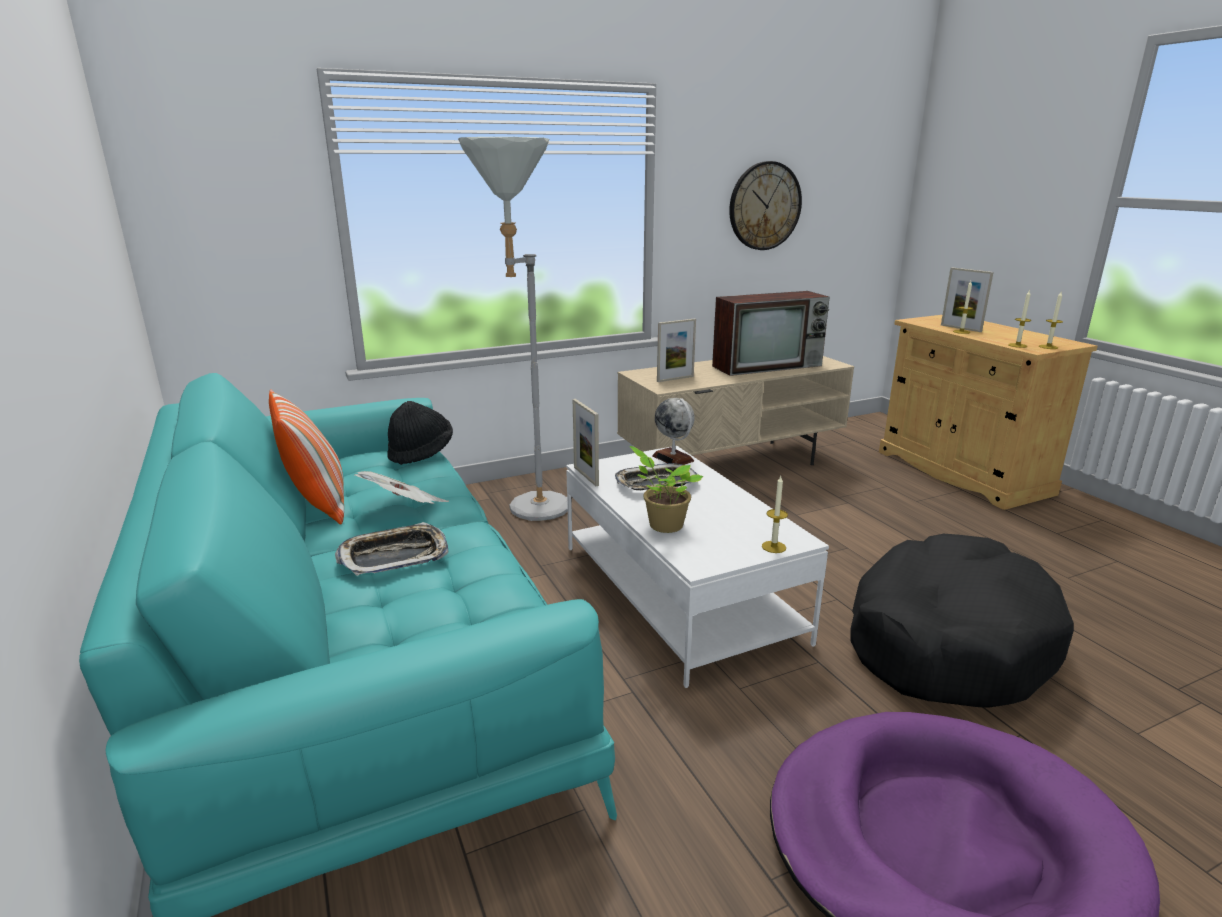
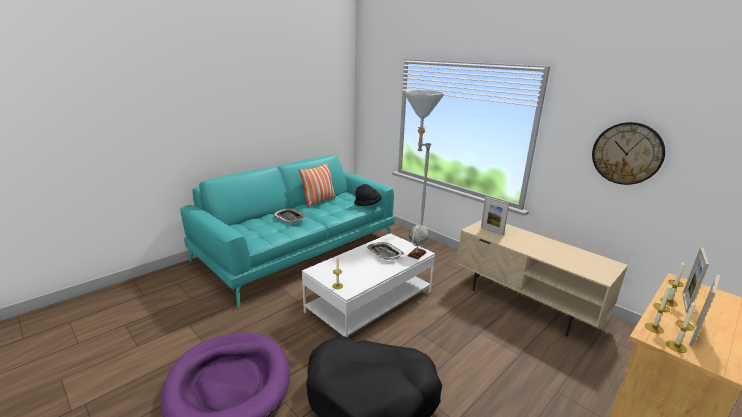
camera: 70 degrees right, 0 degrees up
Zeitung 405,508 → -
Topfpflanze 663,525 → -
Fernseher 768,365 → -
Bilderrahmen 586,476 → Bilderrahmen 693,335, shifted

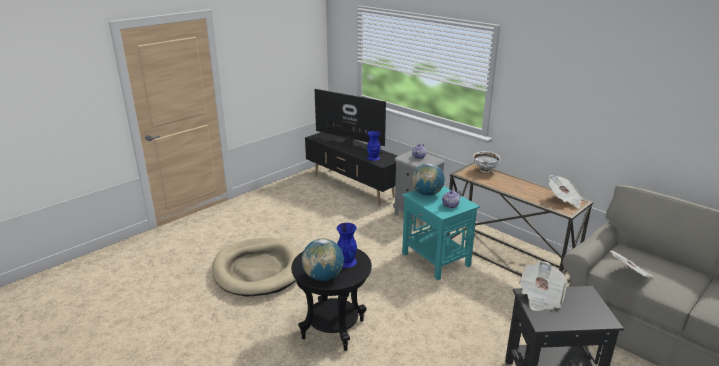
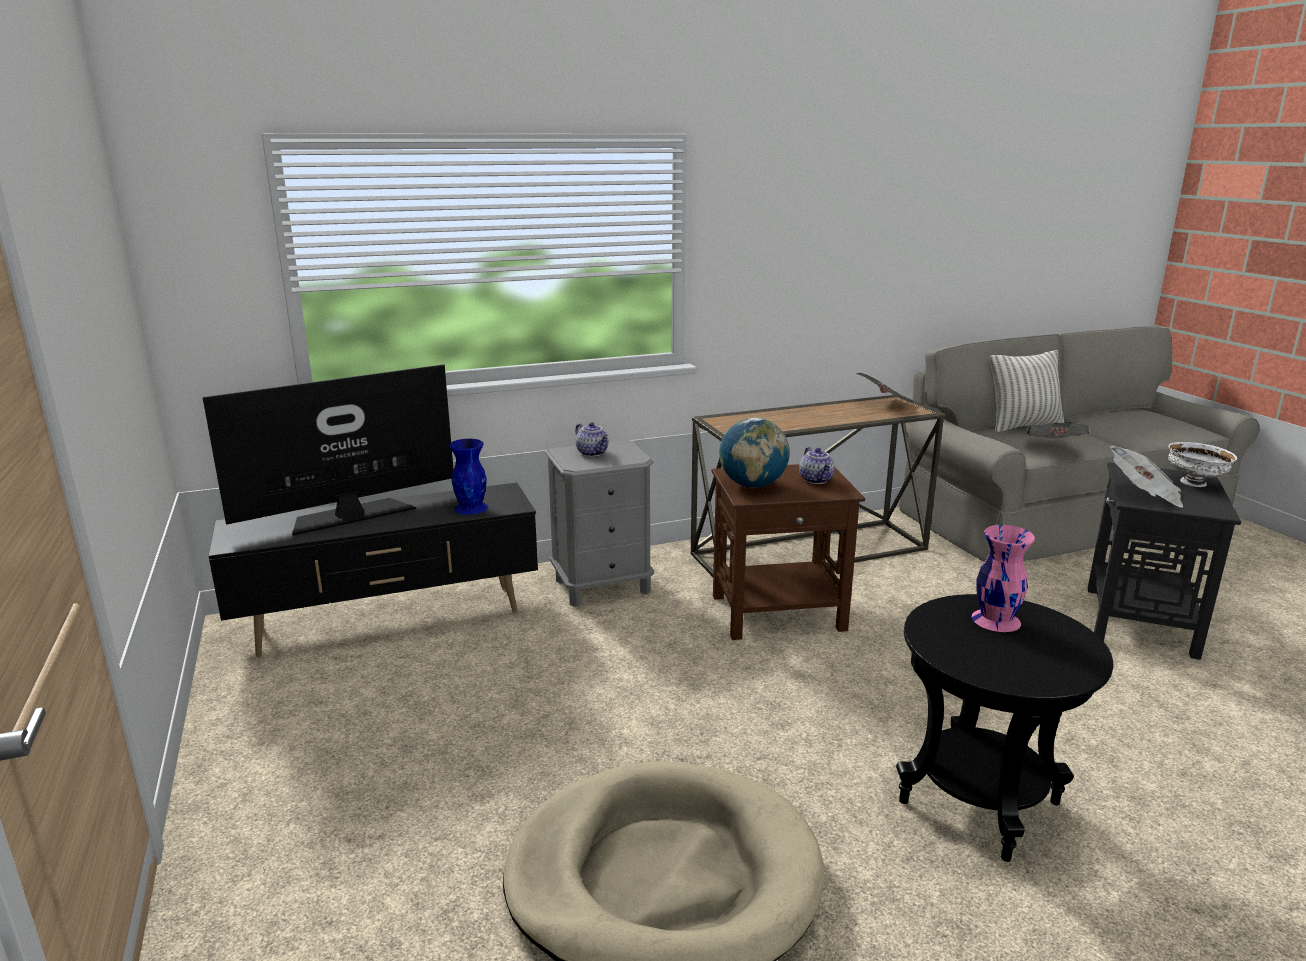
camera: 65 degrees left, 5 degrees down
Globus 323,277 → -
- → Kissen 1022,426
Schüssel [weiß] 485,170 → Schüssel [weiß] 1194,483, shifted
Vase [blau] 347,261 → Vase [rosa] 995,619
Beistelltisch [türkis] 436,260 → Beistelltisch [braun] 779,612

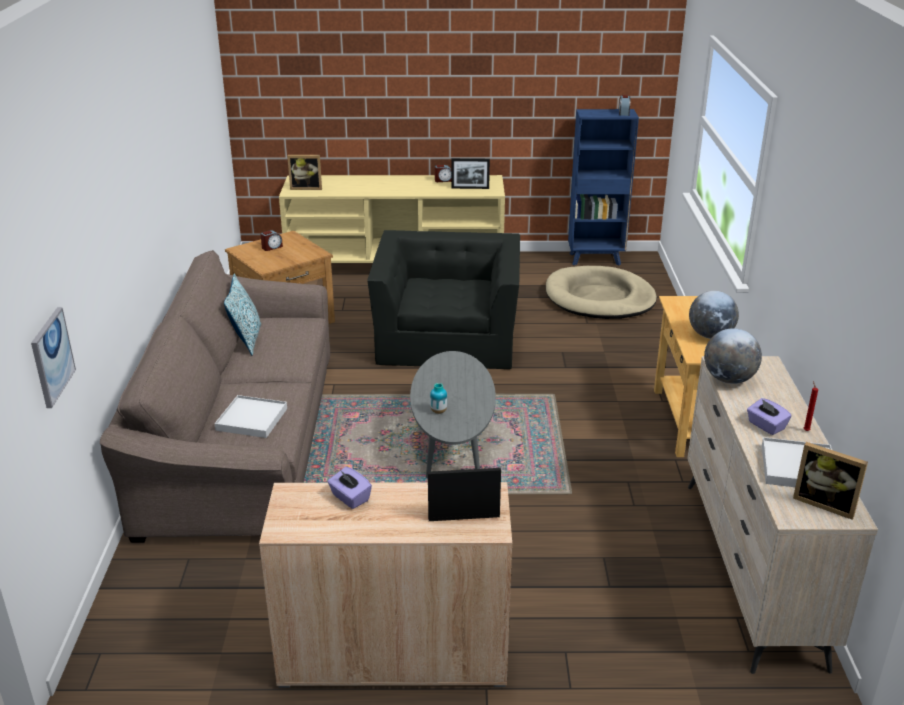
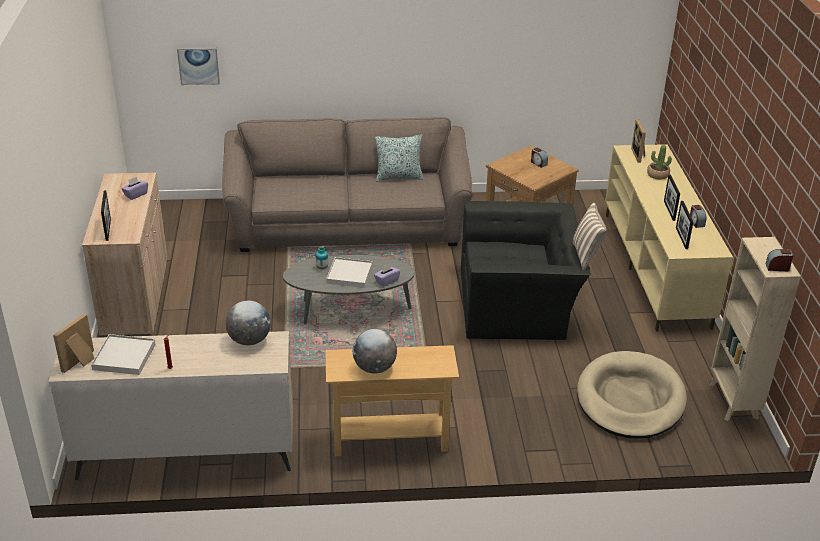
camera: 85 degrees right, 5 degrees up
- → Kissen 586,256
- → Topfpflanze 657,175
- → Bilderrahmen 669,210
Tablett [weiß] 252,419 → Tablett [weiß] 349,274, shifted
Taschentuchbox [lila] 766,426 → Taschentuchbox [lila] 386,281, shifted
Bücherregal [blau] 596,259 → Bücherregal [beige] 733,402

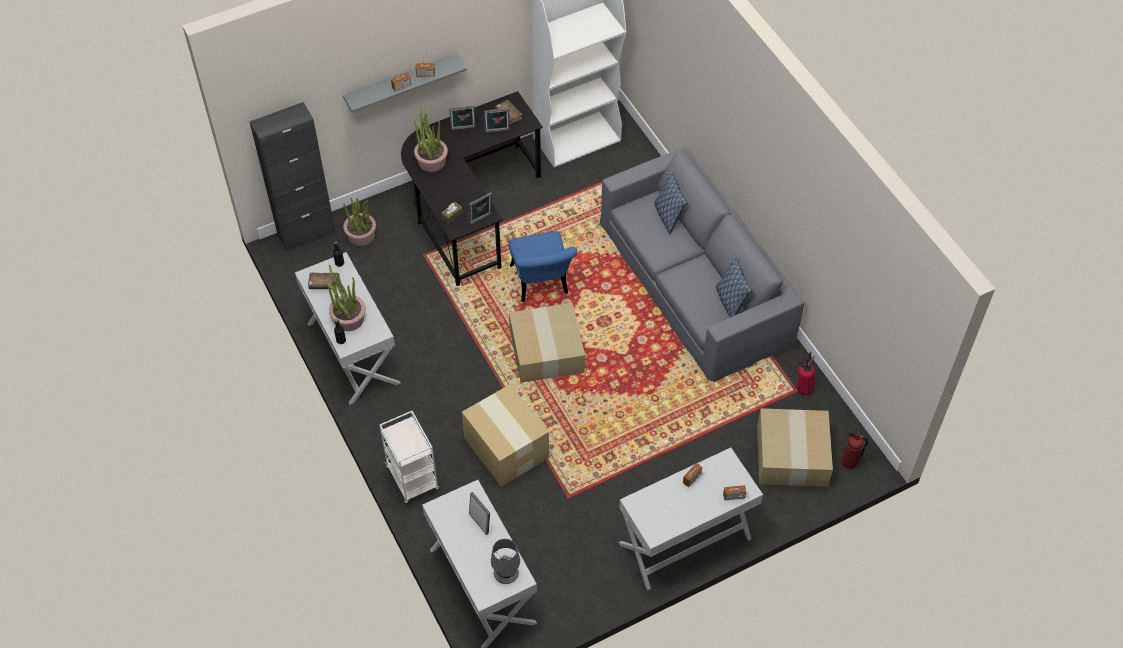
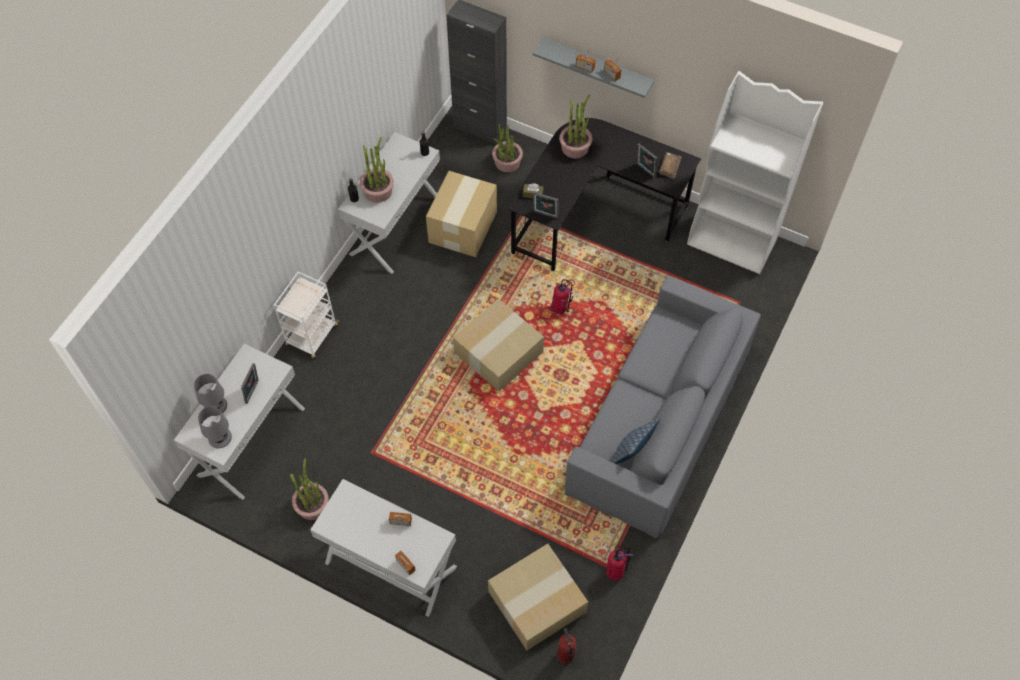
camera: 55 degrees right, 5 degrees up
Buch [braun] 323,283 → -
Bilderrahmen 463,129 → -
Kissen 668,216 → -
- → Tischlampe [grau] 216,405
- → Topfpflanze 312,505
Karton 506,447 → Karton 463,226, shifted
Stuhl [blau] 541,285 → Feuerlöscher 560,308

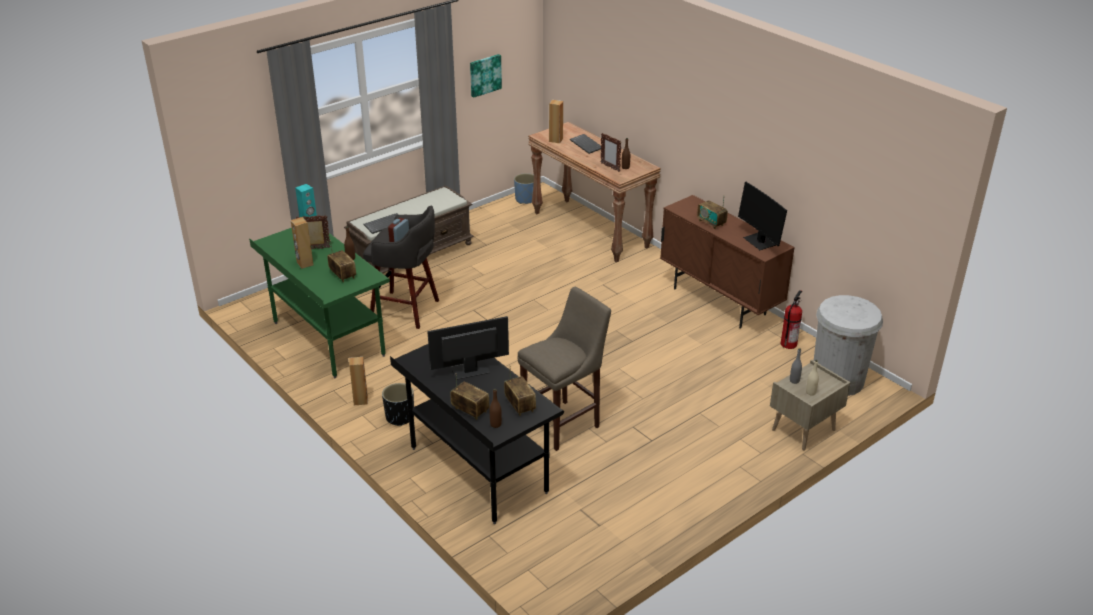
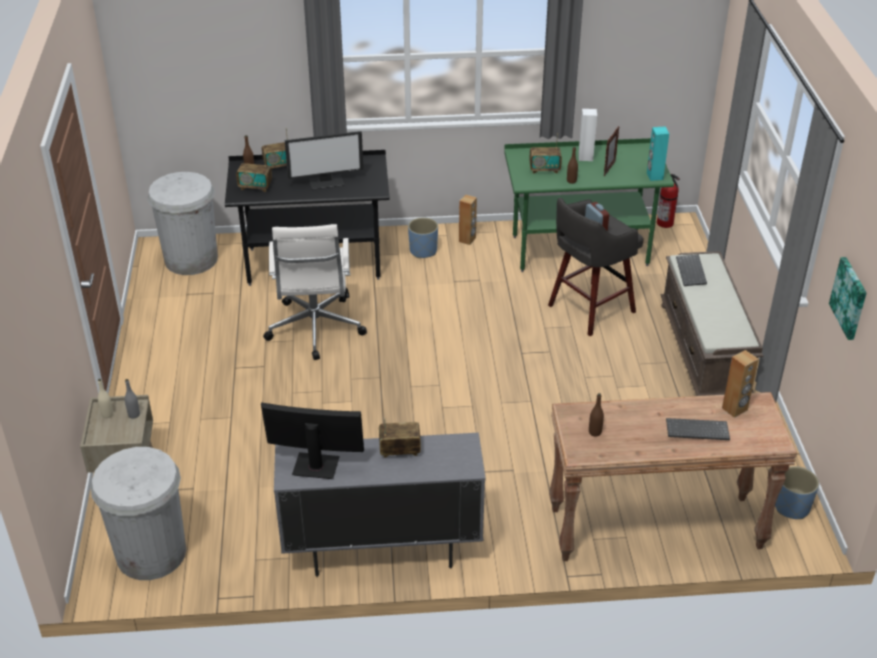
camera: 125 degrees right, 5 degrees up
Bilderrahmen 610,167 → -
- → Mülleimer [weiß] 191,259
Feuerlöscher 788,343 → Feuerlöscher 665,223, shifted
Hocker [beige] 564,424 → Bürostuhl [weiß] 315,329
Lautsprecher [braun] 304,264 → Lautsprecher [weiß] 585,157
Pflanzkübel [schwarz] 400,417 → Pflanzkübel [blau] 423,251
Schrank [braun] 719,301 → Schrank [grau] 382,551
Monitor 470,370 → Monitor 326,181, 60 degrees clockwise

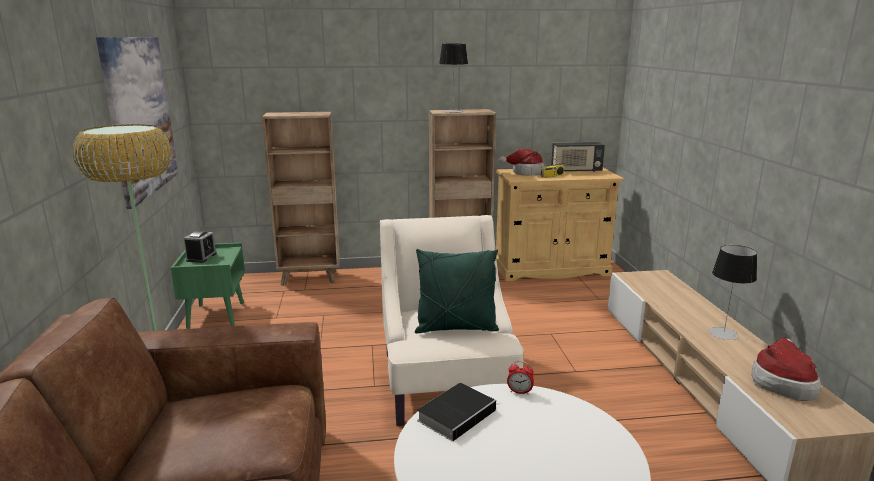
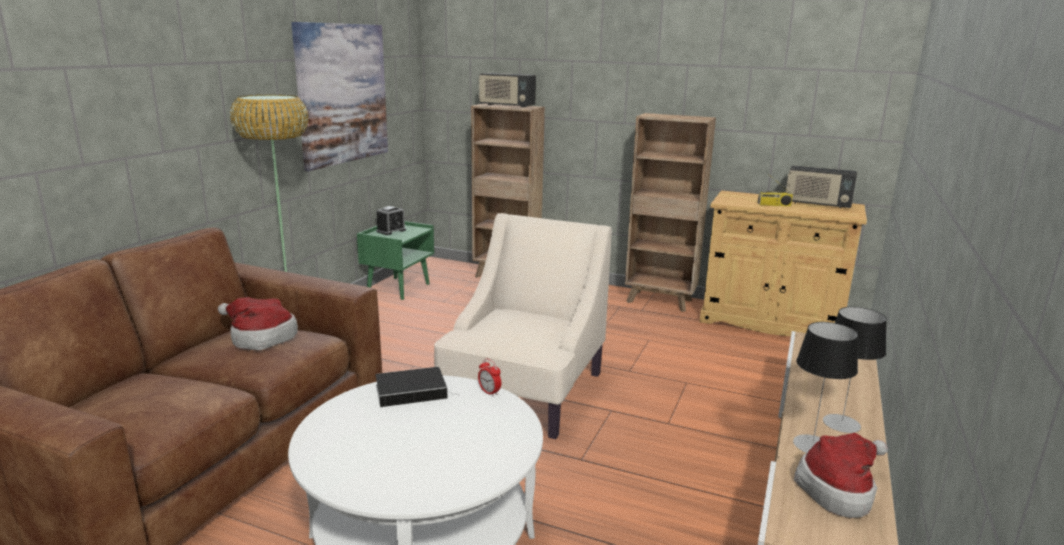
camera: 30 degrees right, 0 degrees up
Kissen [grün] 456,328 → -
- → Radio 506,106
Tischlampe 453,111 → Tischlampe 812,445, shifted
Hut 526,172 → Hut 260,338, shifted

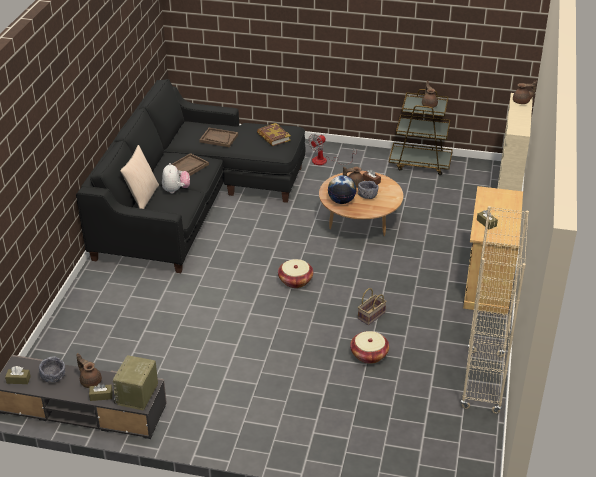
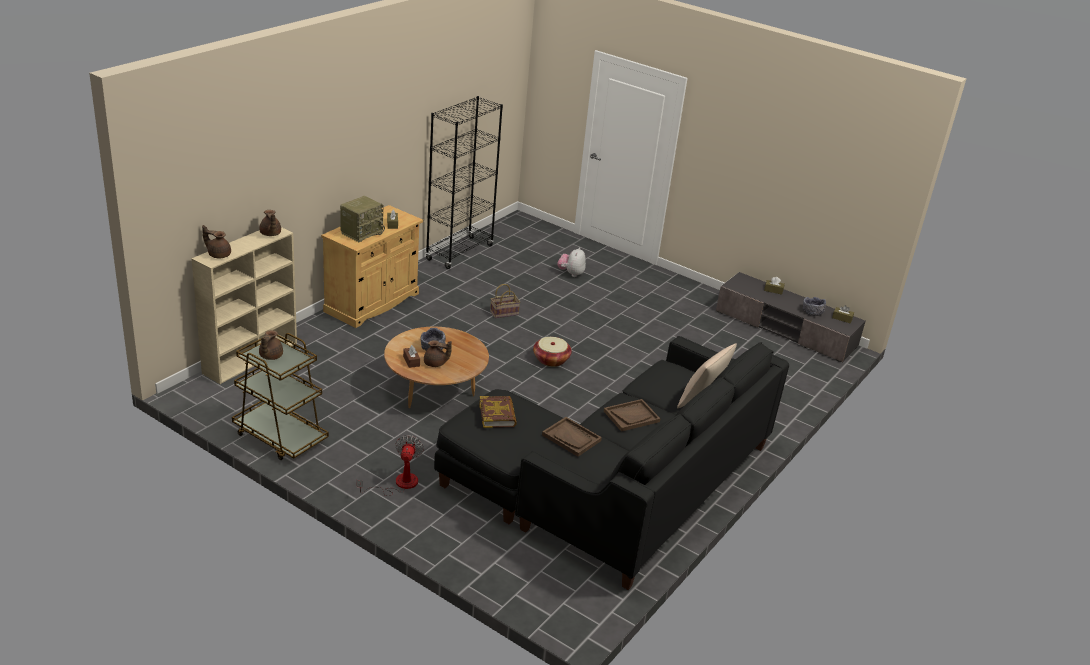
camera: 160 degrees left, 5 degrees down
Globus 341,201 → -
Korb 369,355 → -
Teekanne [braun] 90,381 → Teekanne [braun] 270,234, shifted
Radio 137,396 → Radio 362,232, shifted
Plüschtier 176,190 → Plüschtier 571,273, shifted
Bücherregal [beige] 483,382 → Bücherregal [schwarz] 459,253
Ventilator 325,161 → Ventilator 398,484, 60 degrees counterclockwise

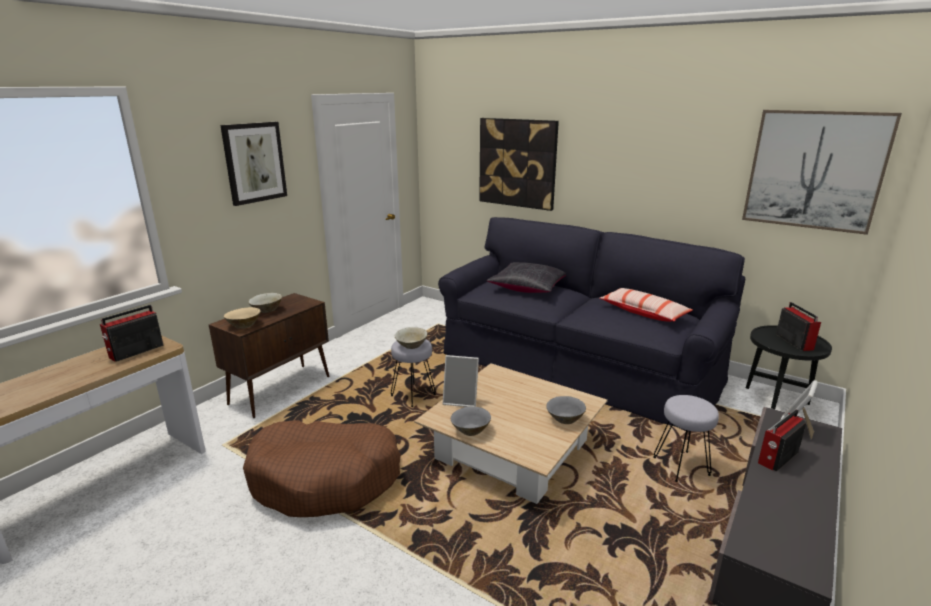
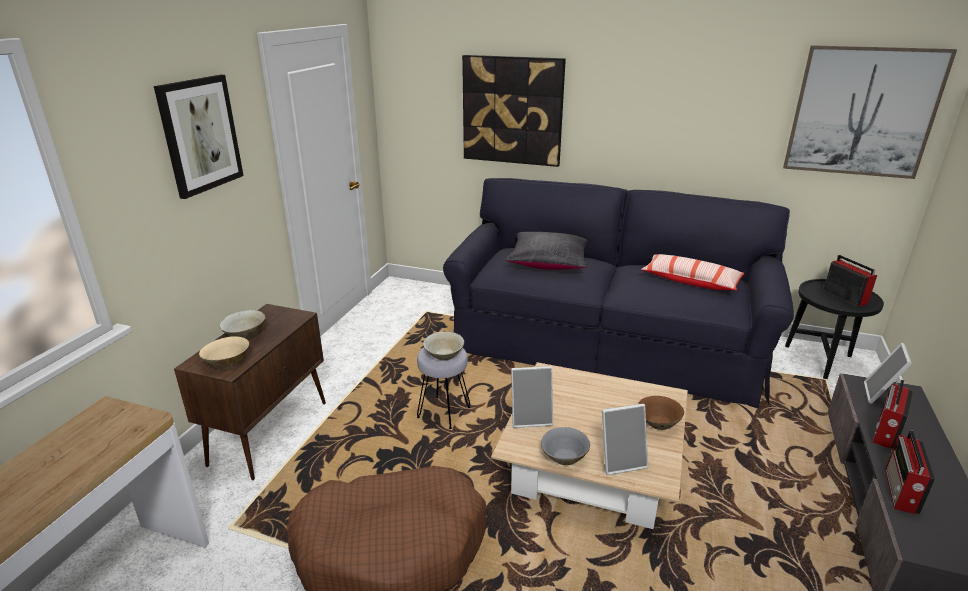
camera: 15 degrees left, 5 degrees up
Hocker [grau] 681,466 → -
- → Bilderrahmen 621,461
Radio 135,351 → Radio 900,492, shifted
Schüssel [grau] 565,419 → Schüssel [braun] 658,423

